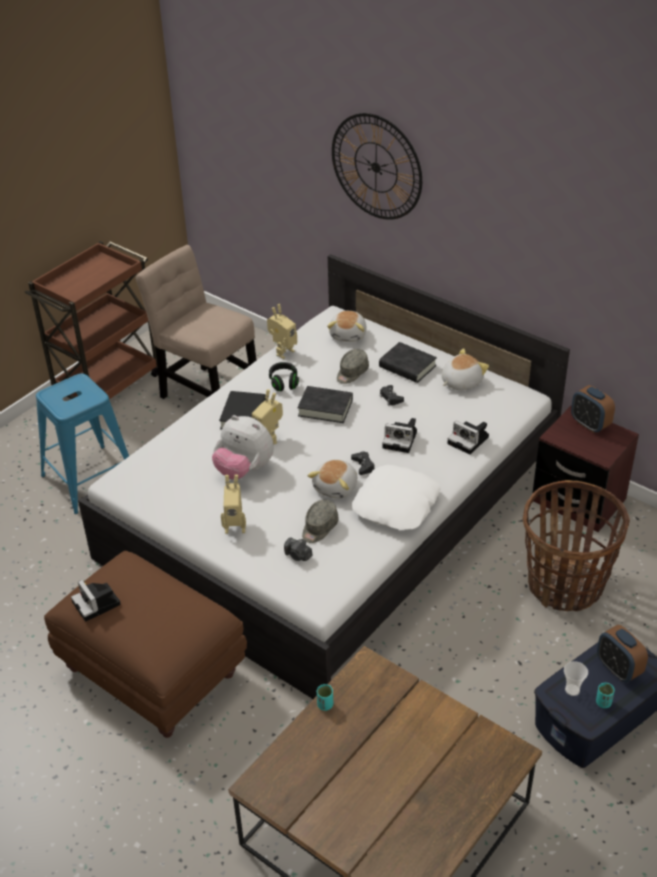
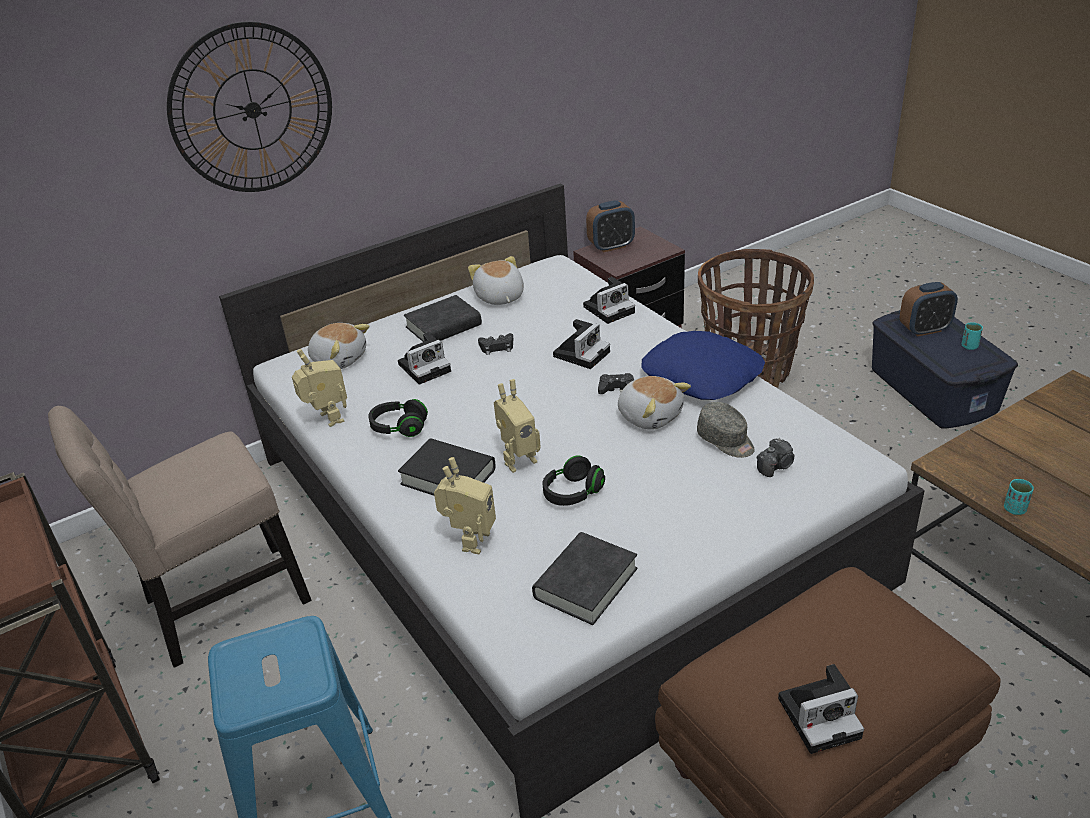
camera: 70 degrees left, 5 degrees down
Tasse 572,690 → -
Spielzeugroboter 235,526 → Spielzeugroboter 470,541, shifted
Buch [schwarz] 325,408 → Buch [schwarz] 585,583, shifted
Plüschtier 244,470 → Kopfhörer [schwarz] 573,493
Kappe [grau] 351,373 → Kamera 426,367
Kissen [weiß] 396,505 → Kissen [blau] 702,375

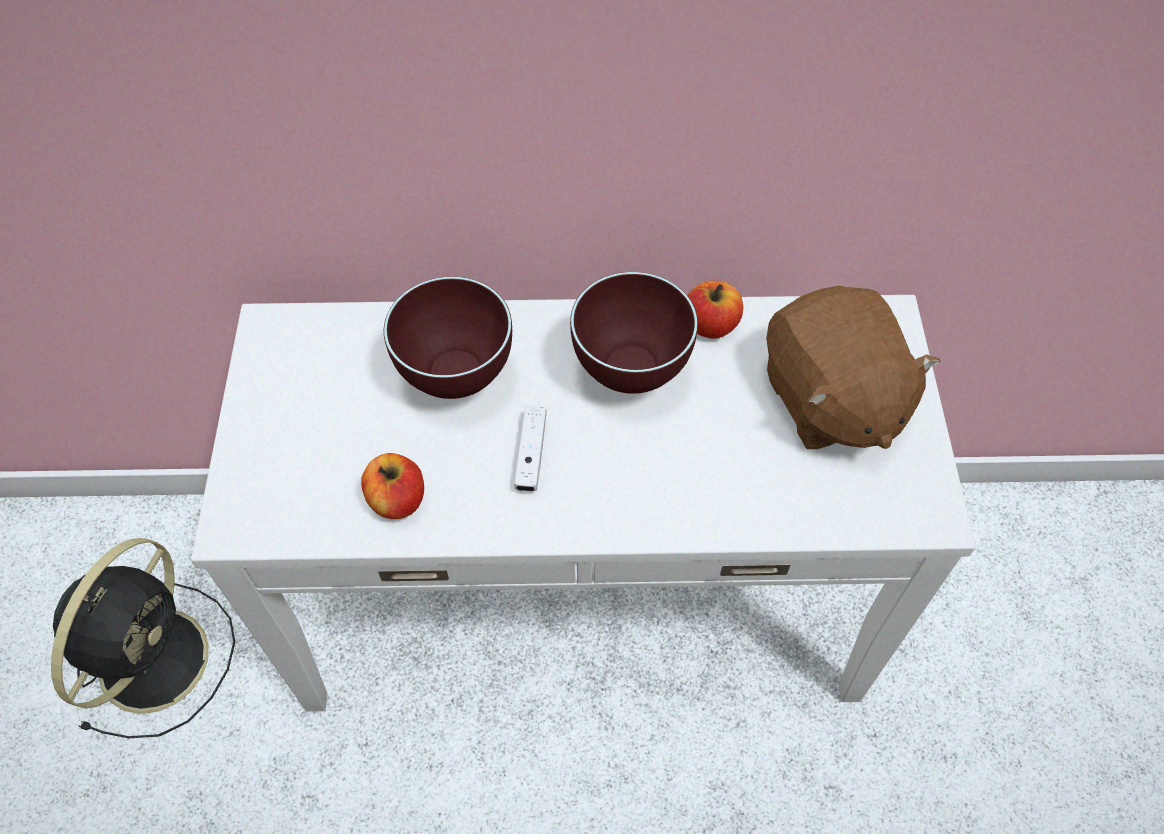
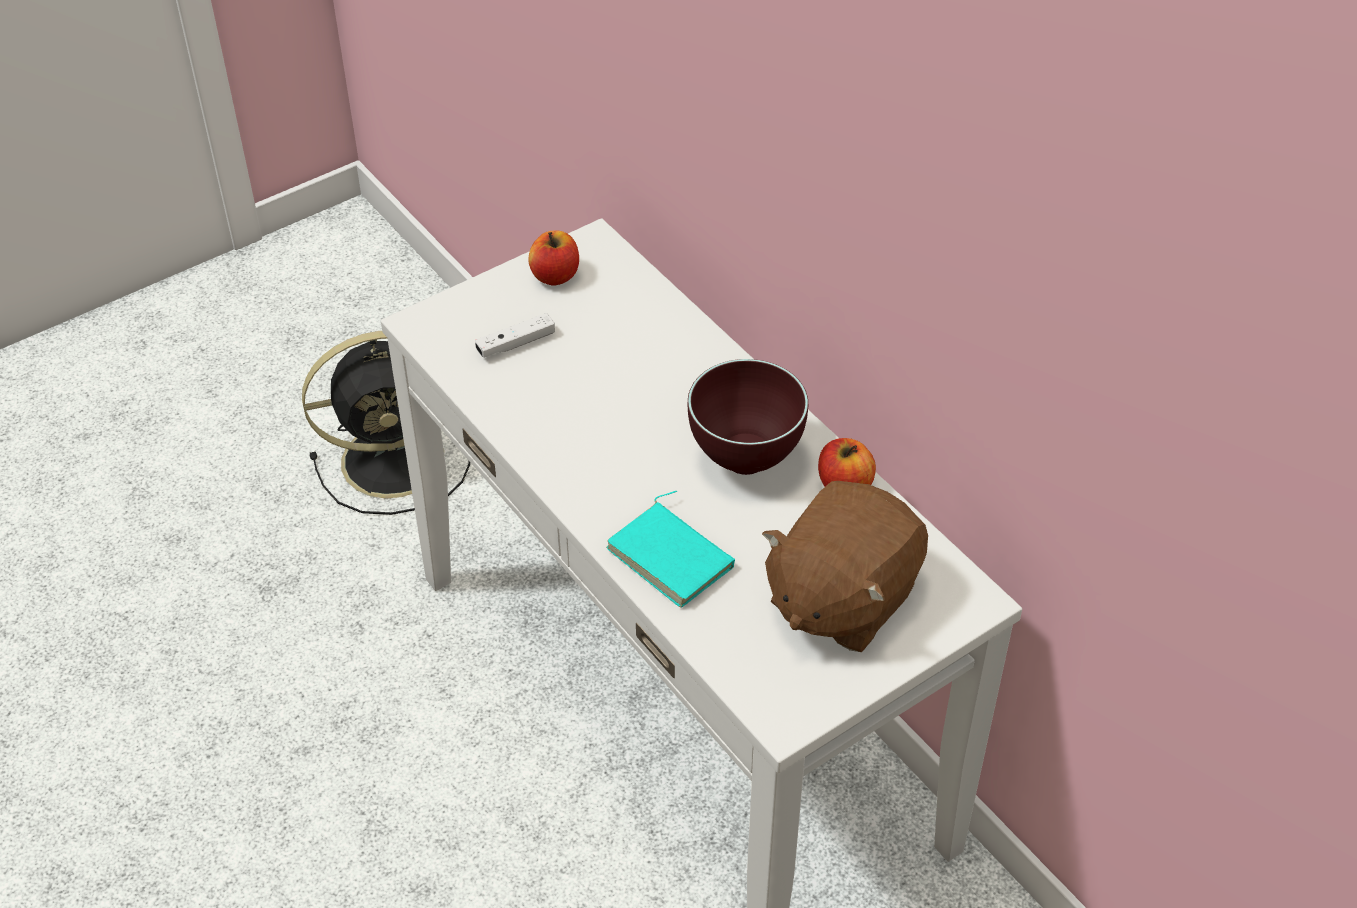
camera: 55 degrees right, 10 degrees down
Schüssel [braun] 460,378 → -
- → Buch [türkis] 673,556
Apfel 397,499 → Apfel 555,275, shifted
Gamepad [weiß] 531,454 → Gamepad [weiß] 516,343, shifted

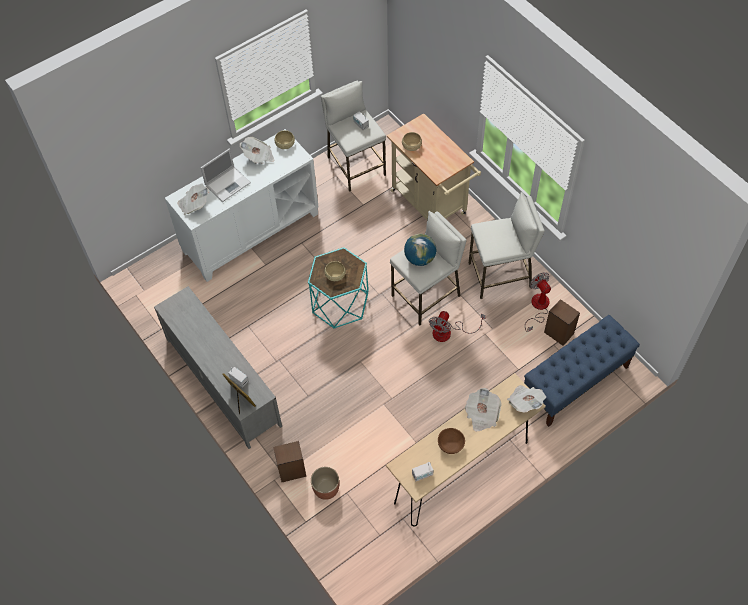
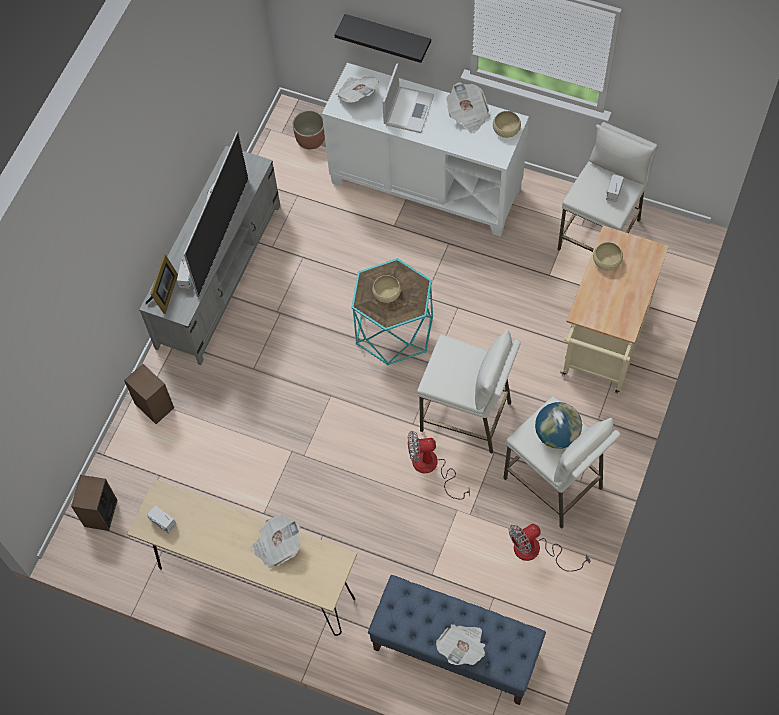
camera: 60 degrees right, 5 degrees up
Schüssel [braun] 450,445 → -
- → Fernseher 222,236
- → Wandregal [schwarz] 388,37
Pflanzkübel 326,488 → Pflanzkübel 311,139, shifted
Globus 419,258 → Globus 556,434, shifted
Zeitung 525,402 → Zeitung 462,647, shifted
Lautsprecher 558,333 → Lautsprecher 100,513, shifted
Laptop 228,183 → Laptop 409,109, 90 degrees counterclockwise
Ventilator 538,307 → Ventilator 536,551, 150 degrees counterclockwise

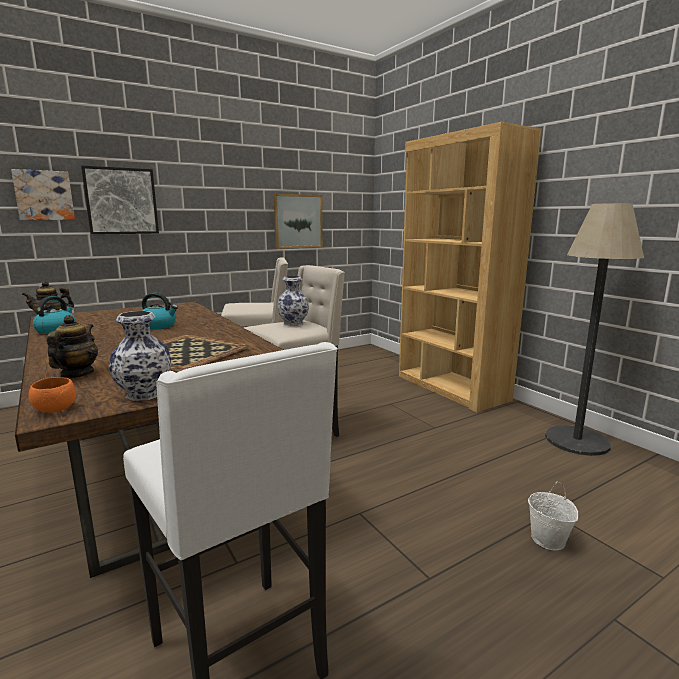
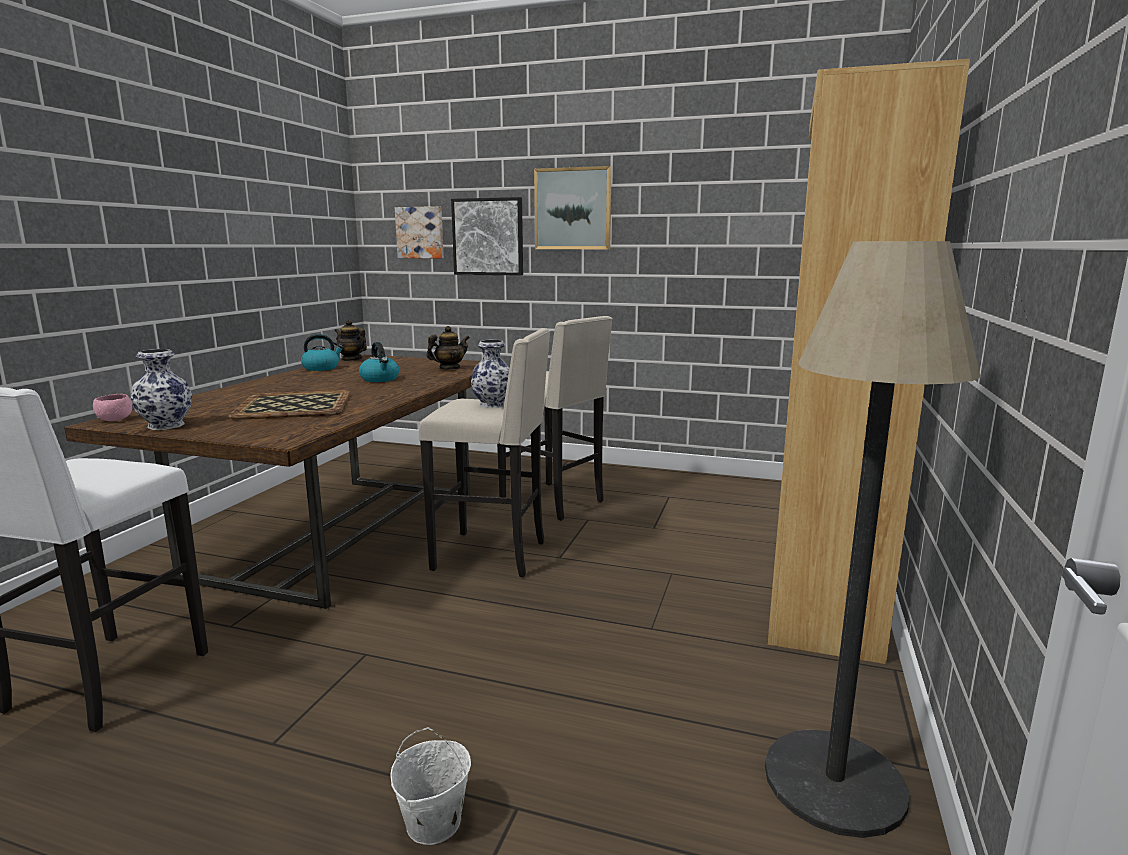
camera: 50 degrees right, 0 degrees up
Teekanne 76,374 → Teekanne 449,368, shifted
Bild 298,221 → Bild 573,209, shifted
Schüssel [orange] 55,409 → Schüssel [rosa] 115,420

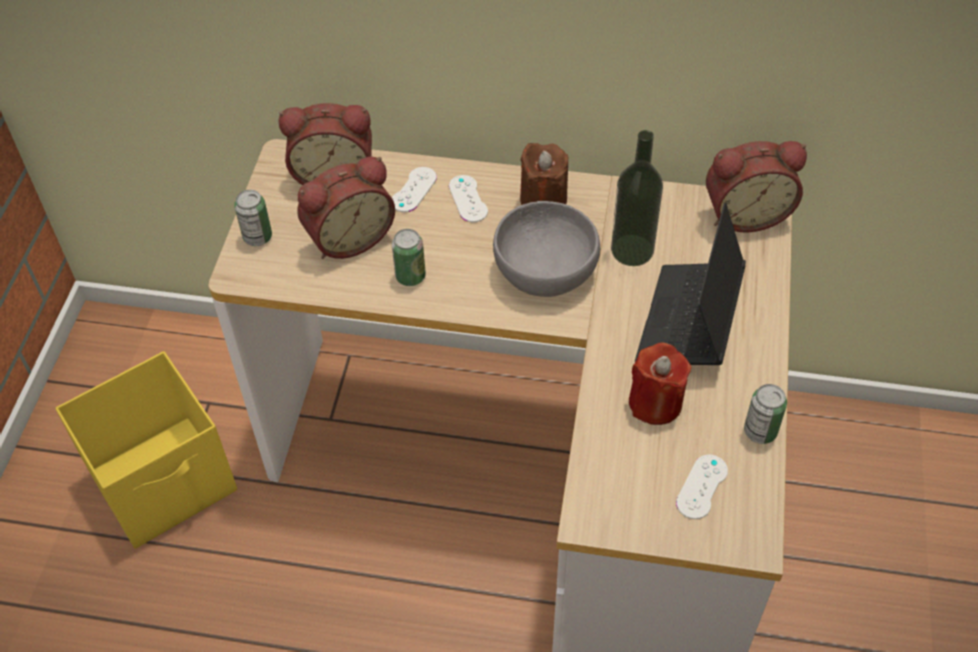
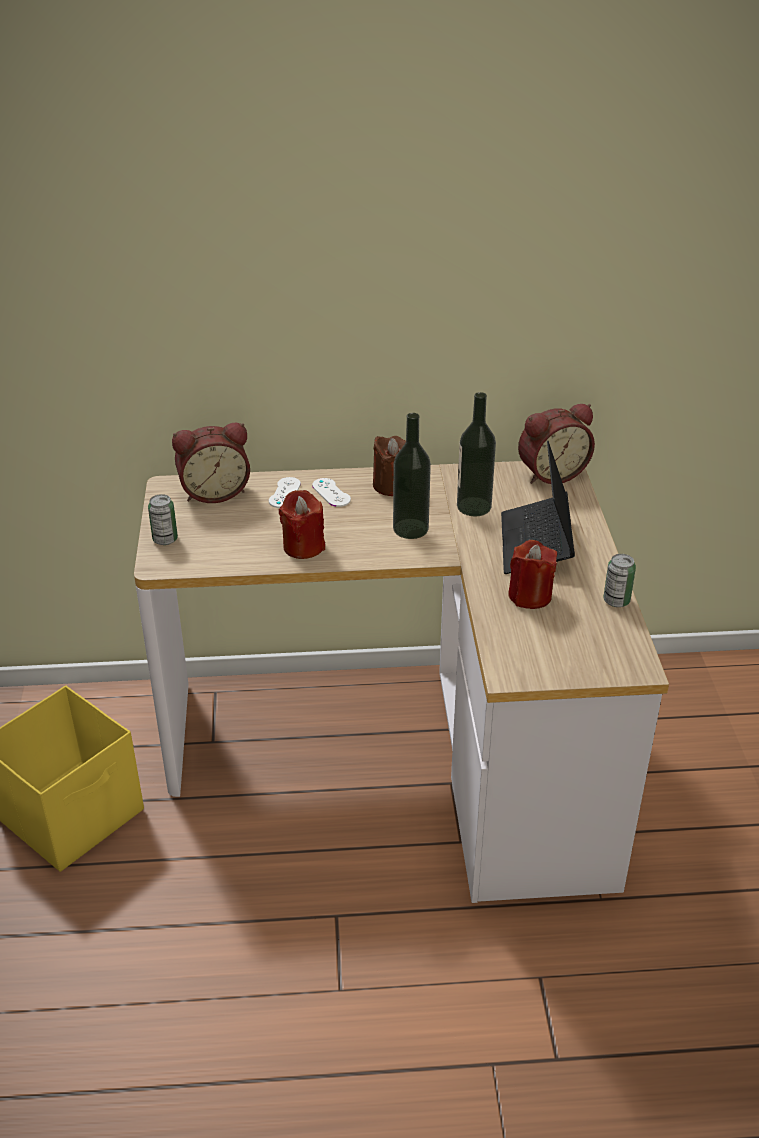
camera: 15 degrees left, 15 degrees down
Wecker 348,237 → -
Gamepad [weiß] 702,487 → -
Dose 410,276 → Kerze [rot] 303,546
Schüssel [grau] 544,271 → Flasche 410,529

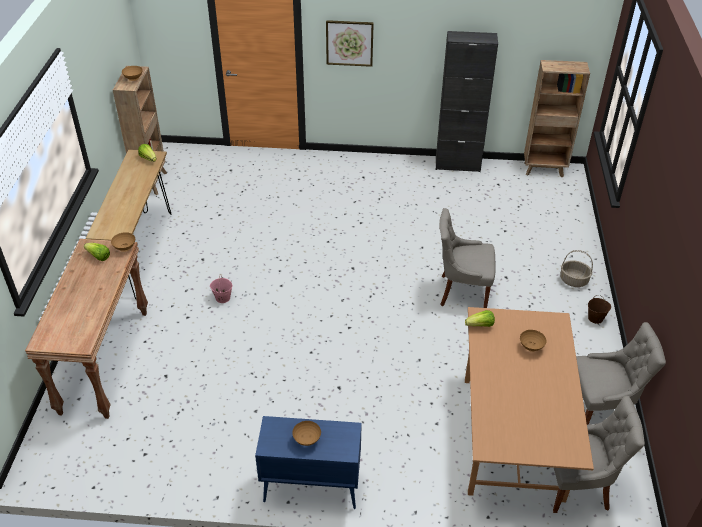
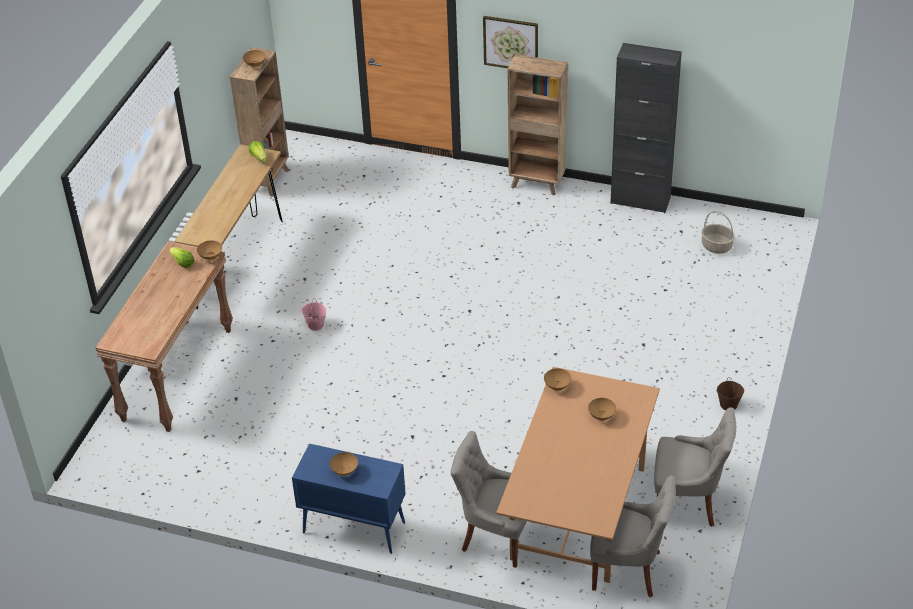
camera: 15 degrees right, 0 degrees up
Stuhl [grau] 461,292 → Stuhl [grau] 496,536, shifted
Bücherregal [braun] 544,169 → Bücherregal [braun] 537,183, shifted
Korb 574,280 → Korb 717,246, shifted
Salatkopf 480,325 → Schüssel [braun] 557,387

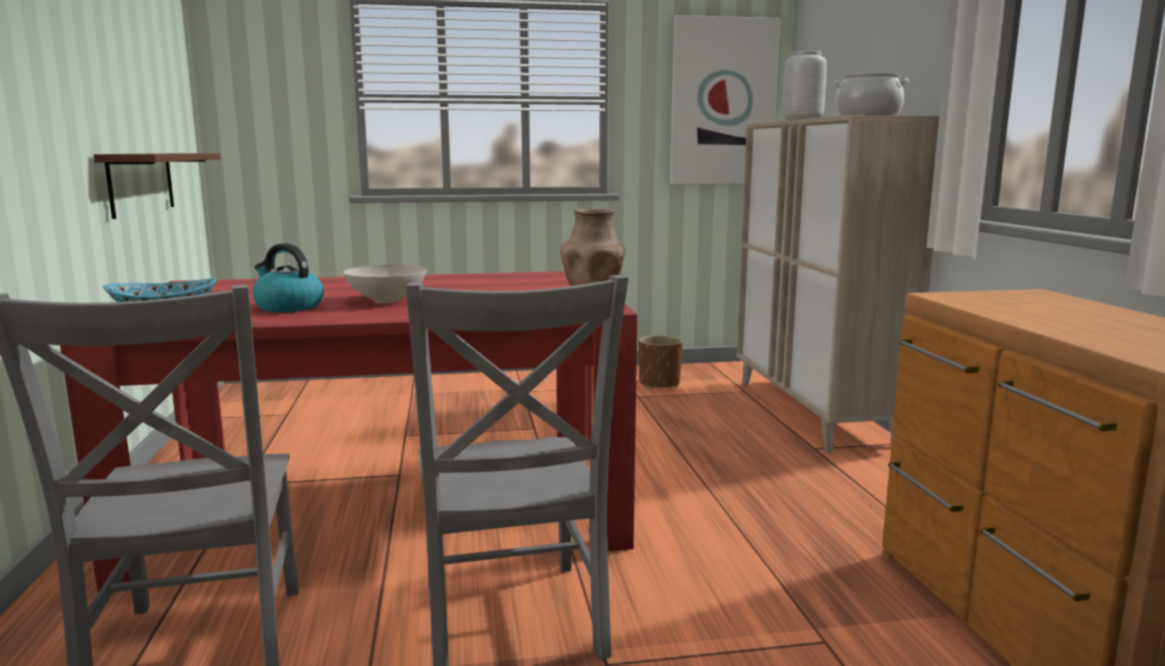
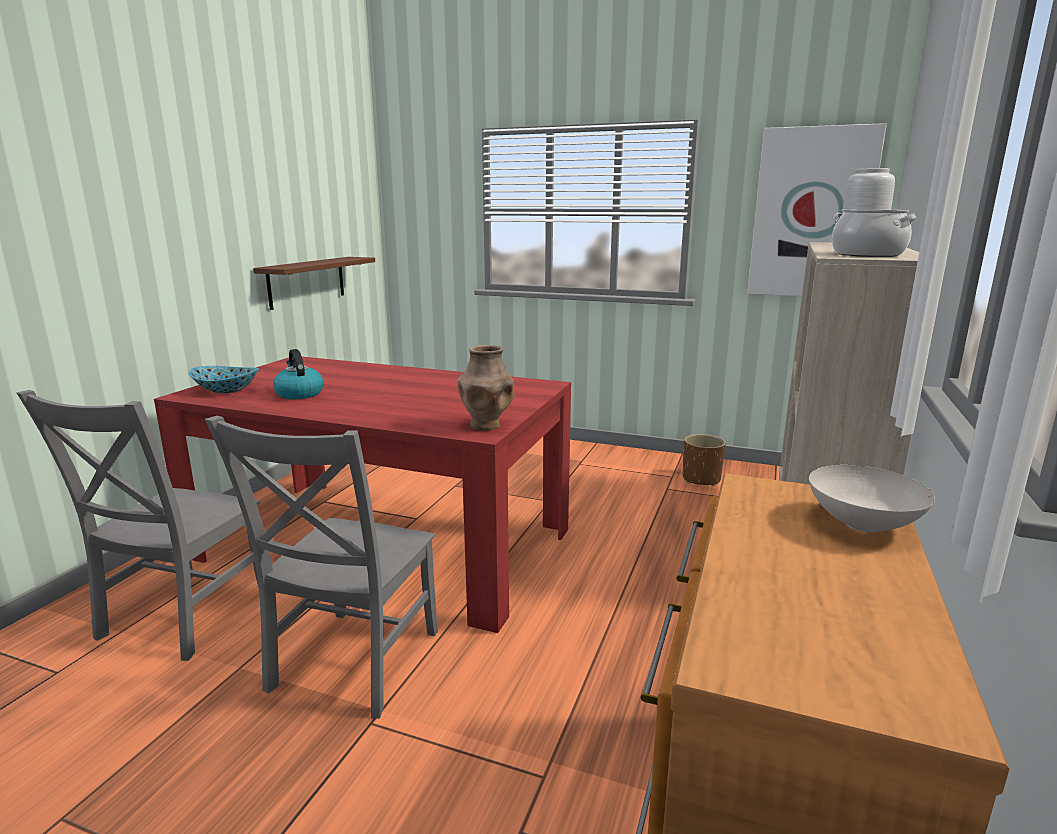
camera: 30 degrees right, 5 degrees up
Schüssel [weiß] 388,300 → Schüssel [weiß] 864,525, shifted

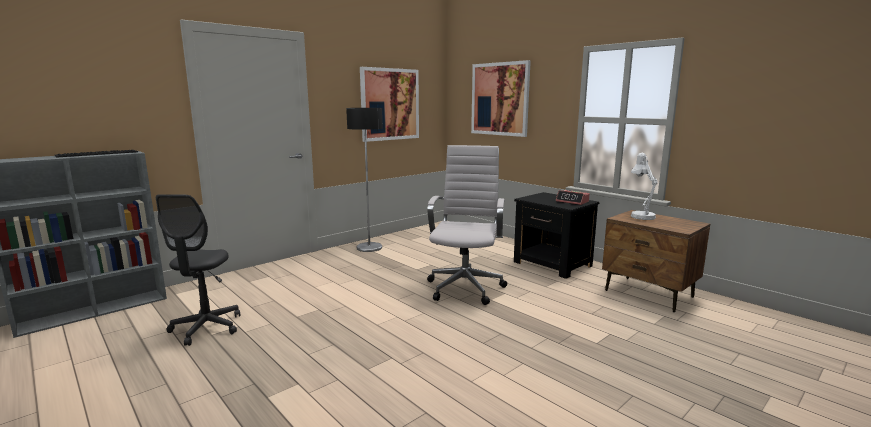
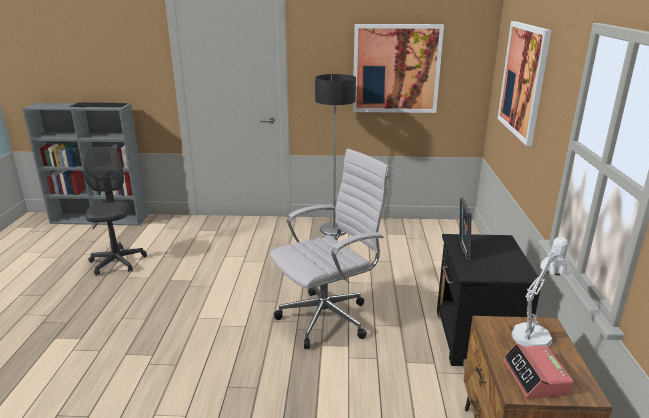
camera: 45 degrees right, 10 degrees up
- → Bilderrahmen 462,251
Wecker 572,201 → Wecker 535,378, shifted
Bürostuhl [grau] 206,328 → Bürostuhl [grau] 117,262, 120 degrees clockwise

